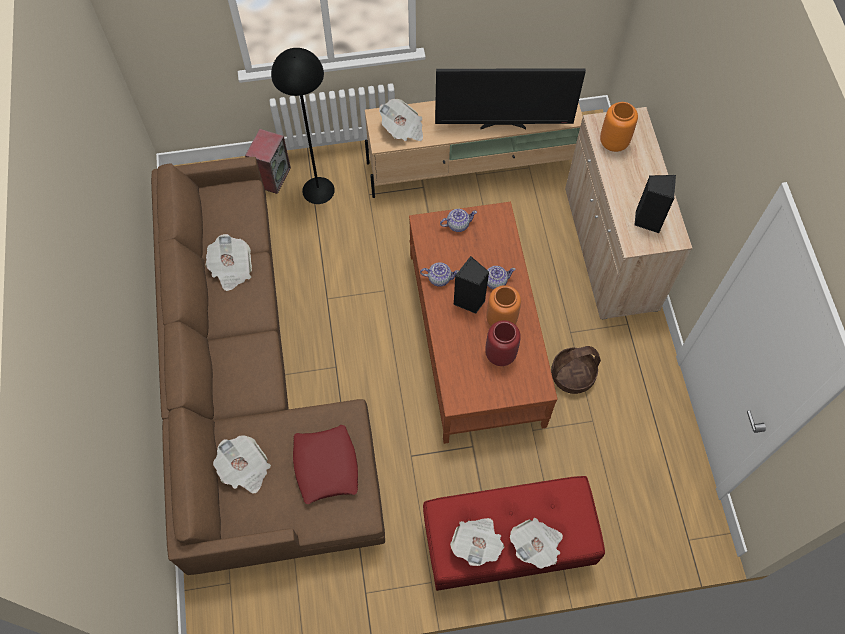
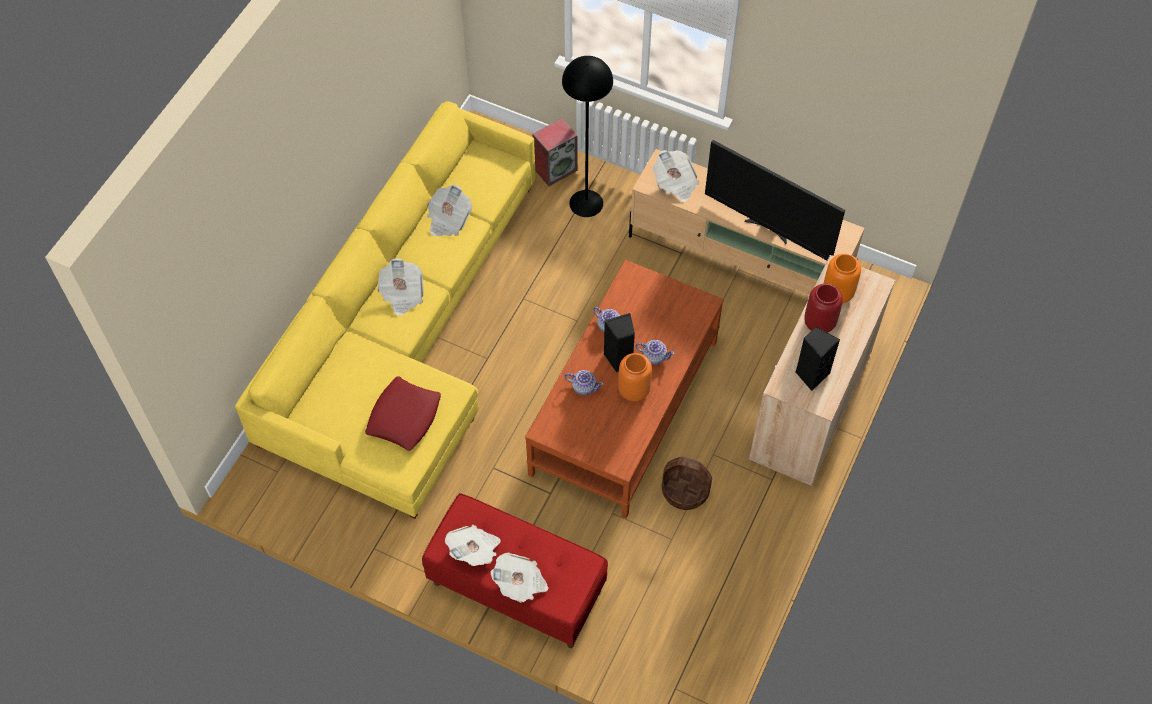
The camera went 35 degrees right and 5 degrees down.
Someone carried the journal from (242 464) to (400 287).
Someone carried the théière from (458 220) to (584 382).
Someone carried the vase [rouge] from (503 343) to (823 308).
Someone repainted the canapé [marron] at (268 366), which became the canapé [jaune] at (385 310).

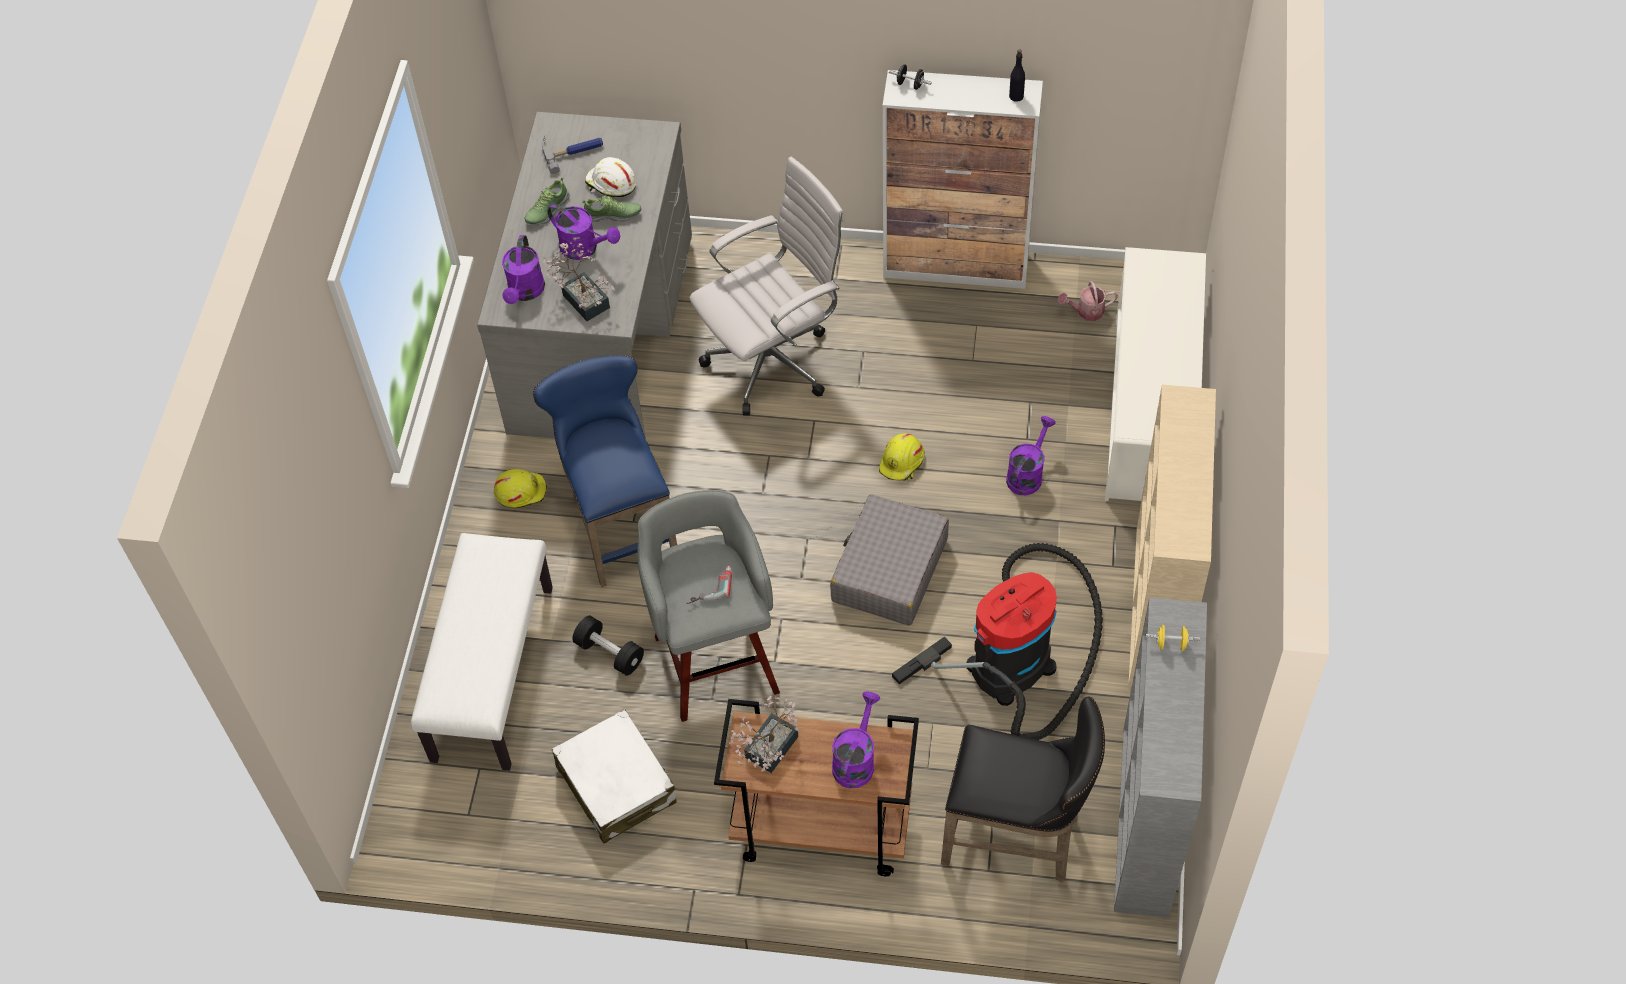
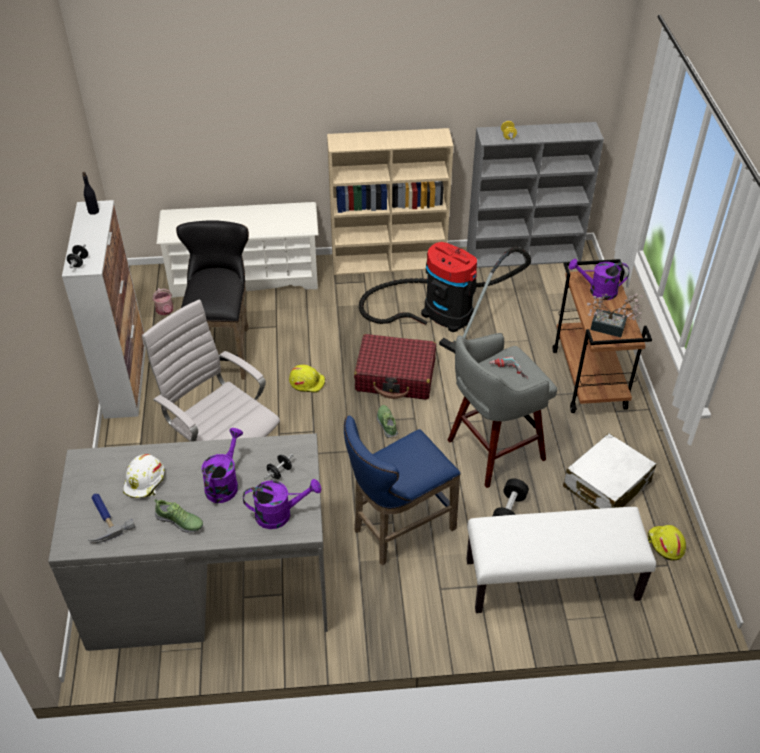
The camera went 105 degrees left and 10 degrees down.
Someone took away the arrosoir [violet] at (1030 455).
Someone carried the casque de chantier [jaune] from (520 488) to (667 543).
Someone carried the chaussure from (611 209) to (387 421).
Someone carried the tabouret [noir] from (1023 789) to (212 300).
Someone swapped the plante en pot at (579 279) for the haltère [noir] at (279 467).
Someone repainted the valise [gris] at (889 560), which became the valise [rouge] at (395 367).

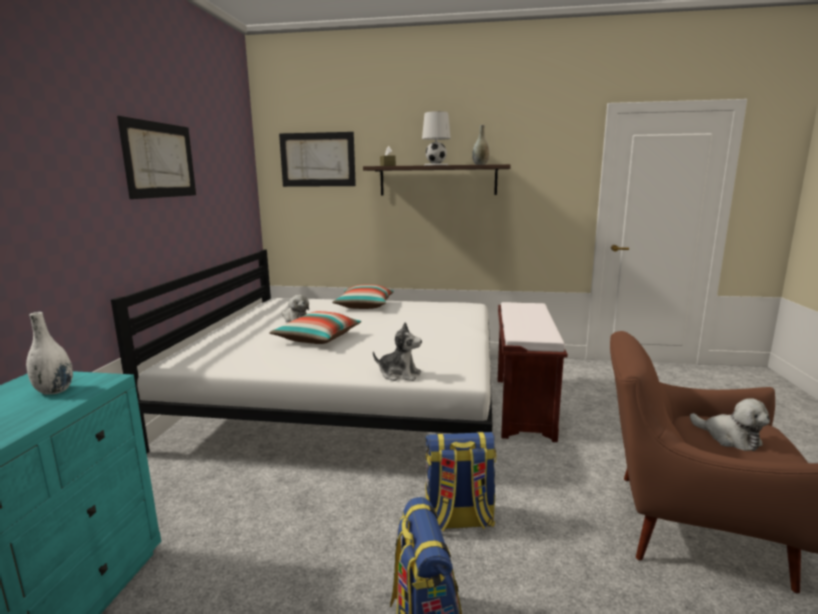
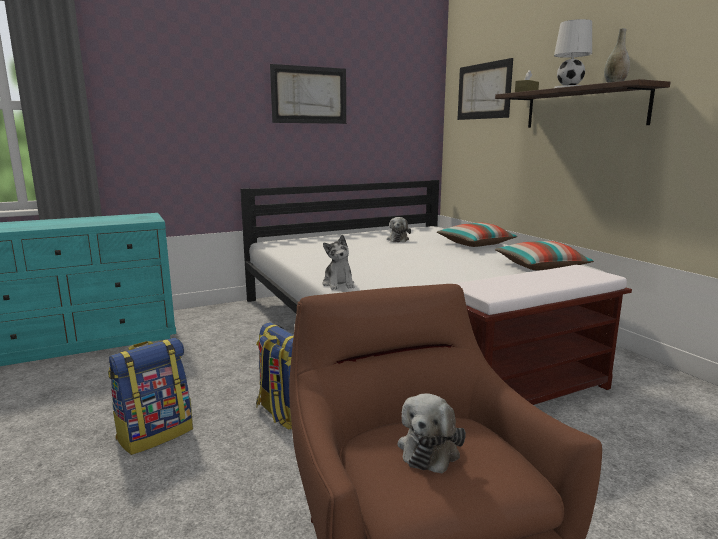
The camera went 55 degrees right and 0 degrees up.
Someone took away the vase [blanc] at (49 353).
Someone carried the coussin from (315 327) to (544 255).

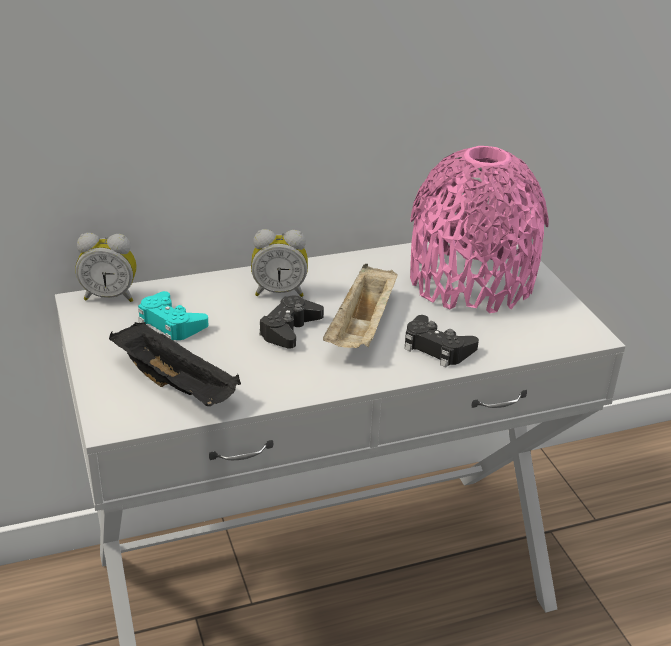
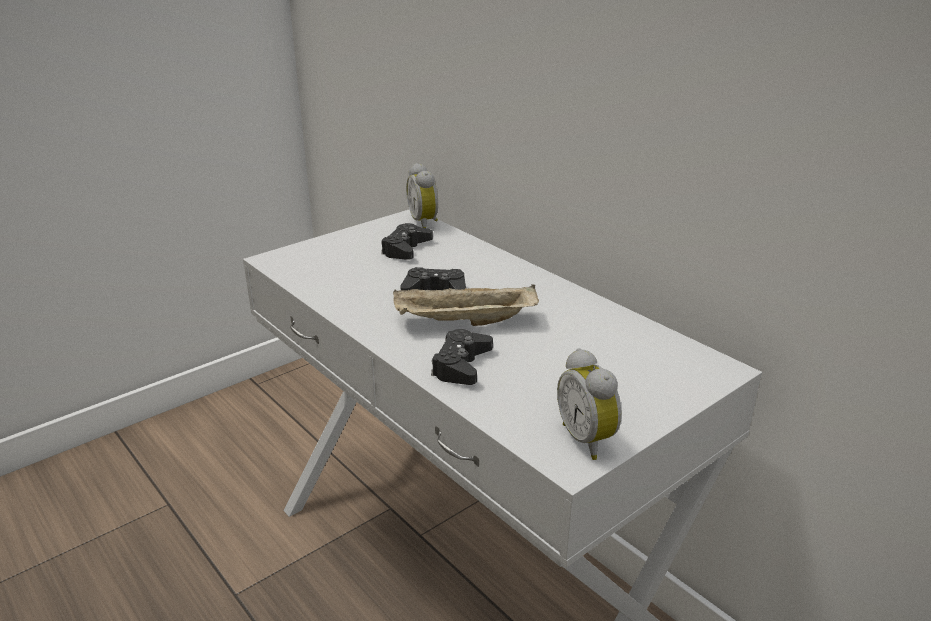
The camera went 70 degrees right and 5 degrees down.
Someone took away the plateau [noir] at (175 364).
Someone took away the vase [rose] at (479 229).
Someone carried the réveil from (279 263) to (589 404).
Someone repainted the manette [turquoise] at (173 315), which became the manette [noir] at (407 241).

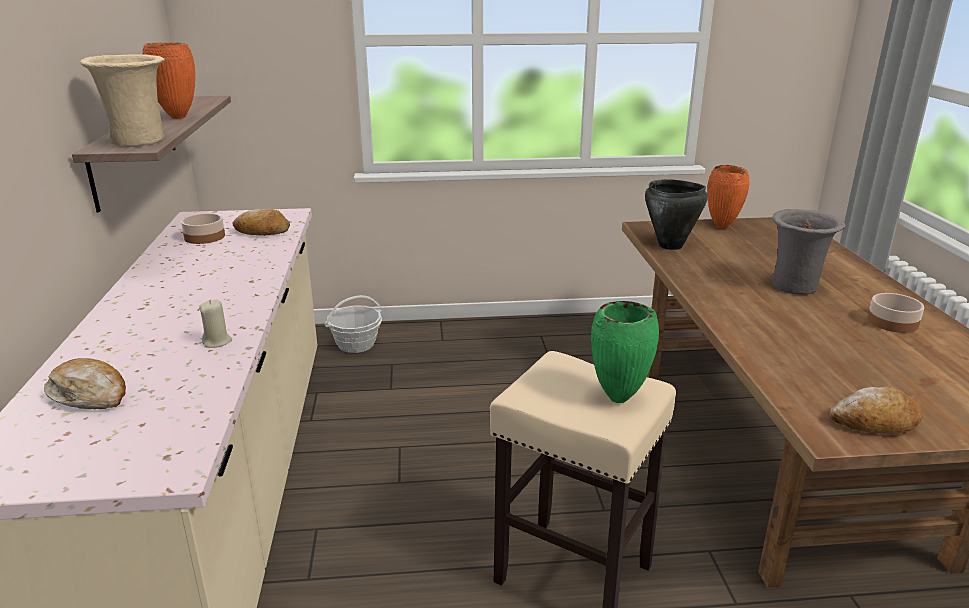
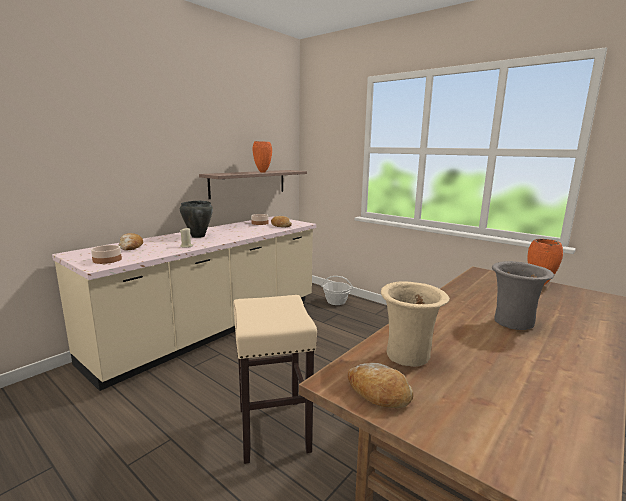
The camera went 45 degrees right and 10 degrees down.
Someone took away the vase [vert] at (625 352).
Someone carried the vase [beige] from (122 100) to (415 324).
Someone carried the marmite [noir] from (676 214) to (196 219).
Someone carried the bol from (896 313) to (106 254).

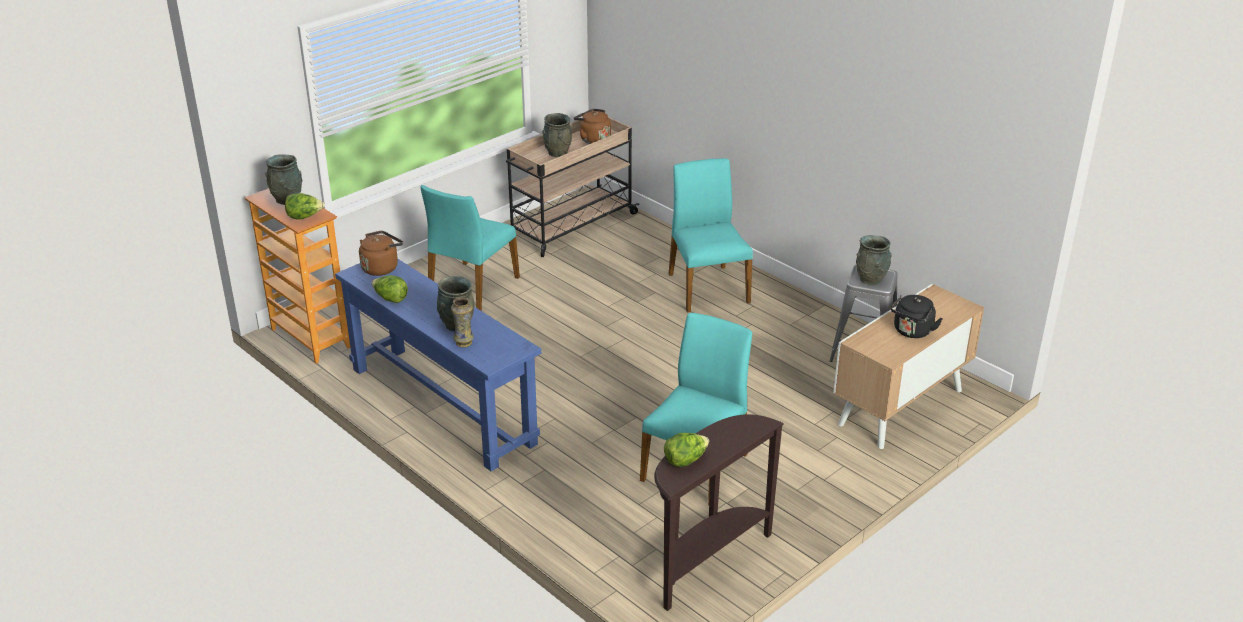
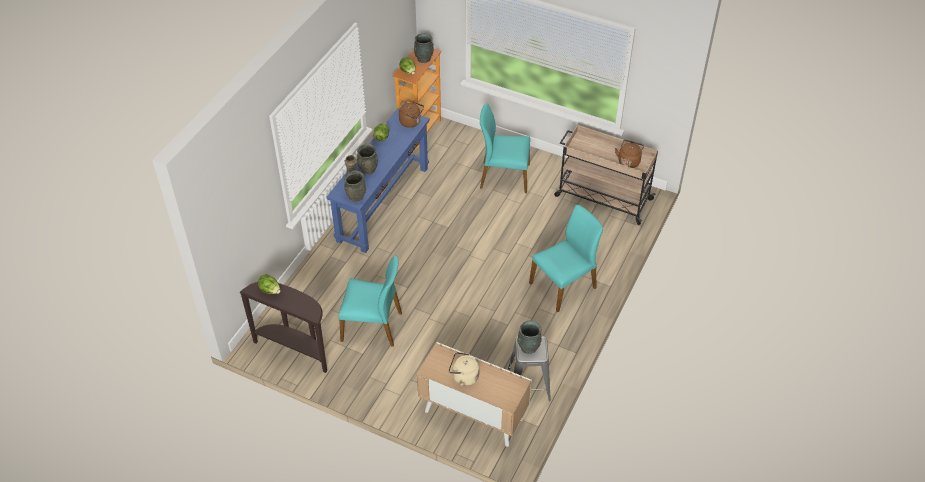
The camera went 70 degrees right and 15 degrees up.
Someone carried the vase [gris] from (557 135) to (355 186).
Someone repainted the bouilloire [noir] at (917 316), which became the bouilloire [beige] at (464 369).

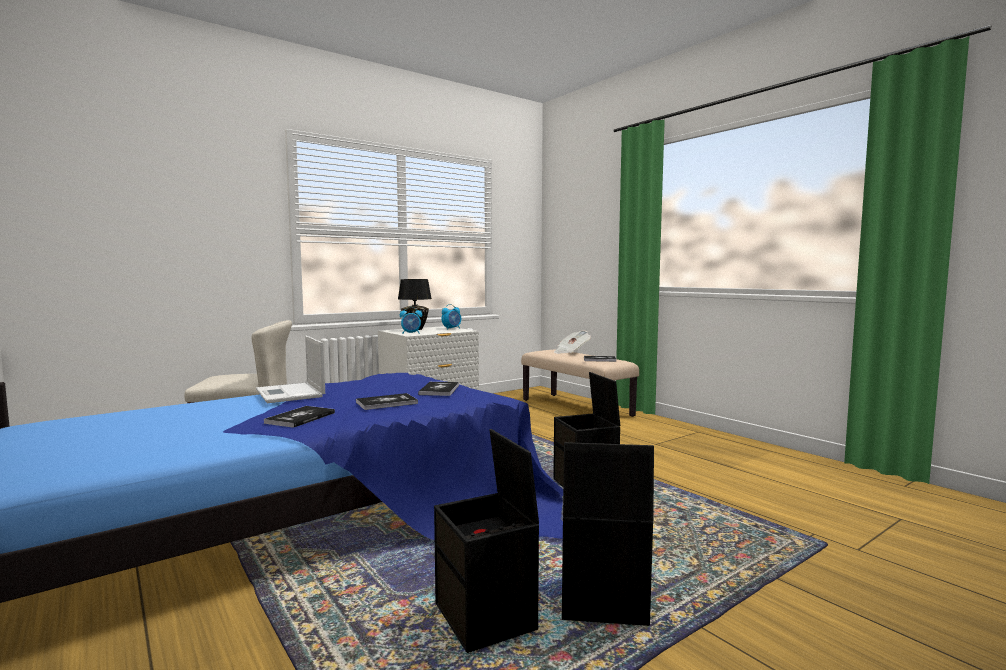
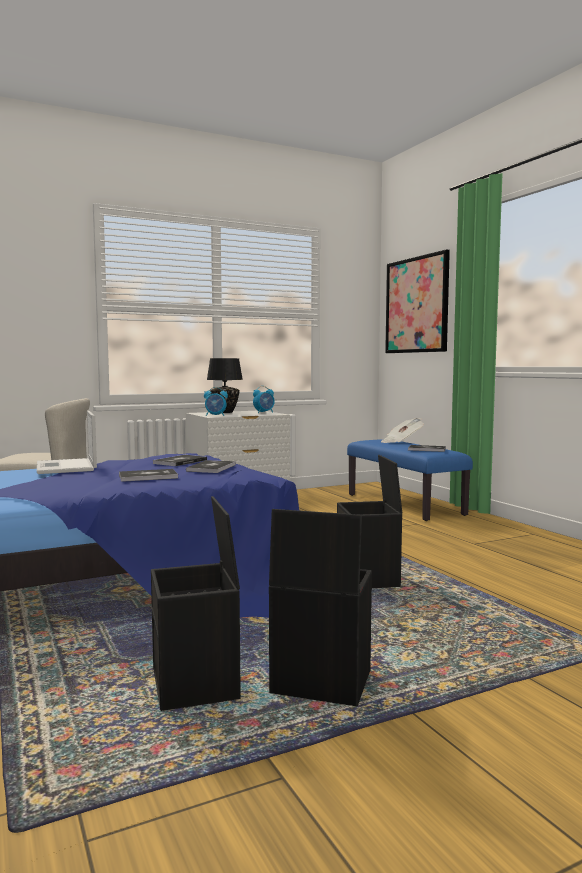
The camera went 10 degrees right and 0 degrees up.
Someone put up the tableau at (417 301).
Someone carried the livre from (299 417) to (180 460).
Someone repainted the banc [beige] at (580 383), which became the banc [bleu] at (410 480).

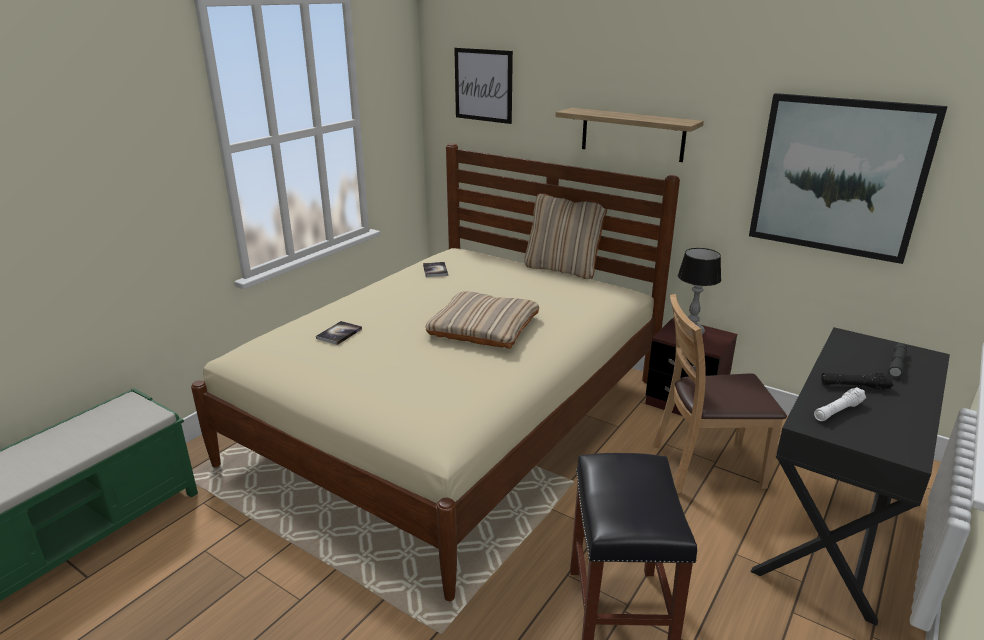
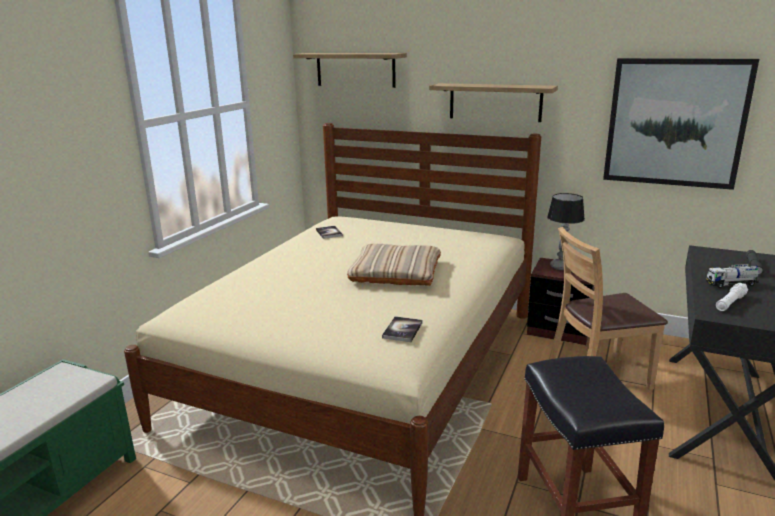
The camera went 10 degrees left and 5 degrees down.
Someone took away the coussin [beige] at (565 236).
Someone carried the livre from (339 333) to (402 329).
Someone swapped the tableau at (483 86) for the étagère at (350 70).
Someone swapped the lampe de poche [noir] at (857 381) for the camion jouet at (732 276).

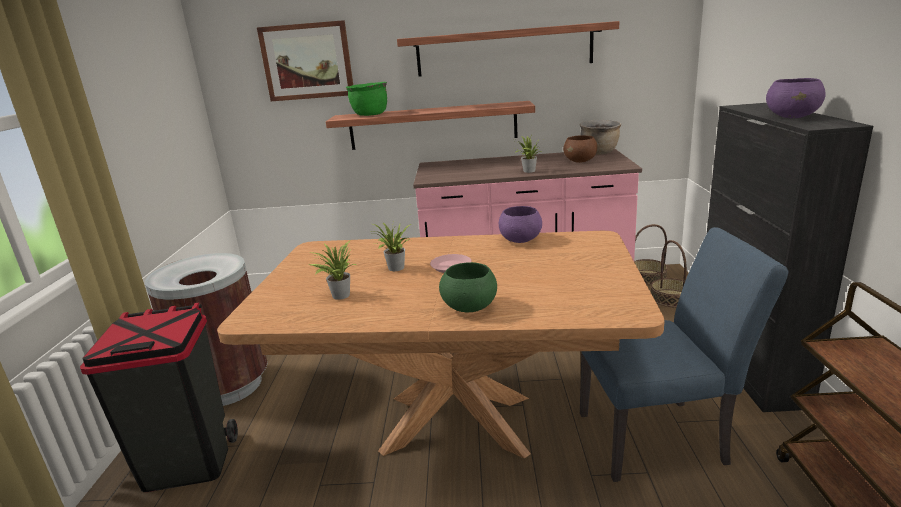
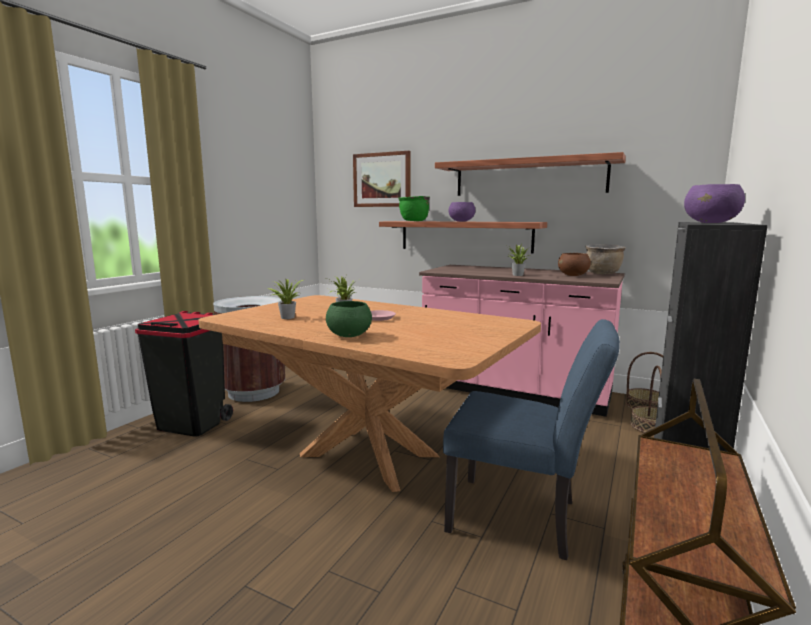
The camera went 25 degrees right and 10 degrees down.
Someone carried the bol [violet] from (520 224) to (461 212).

